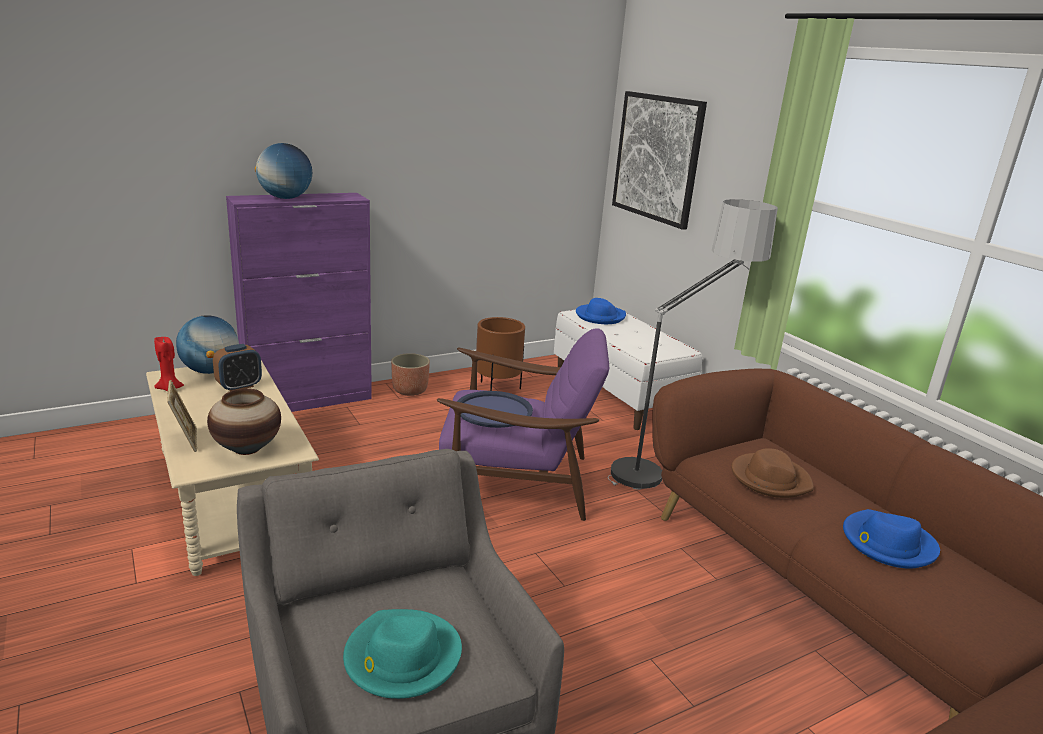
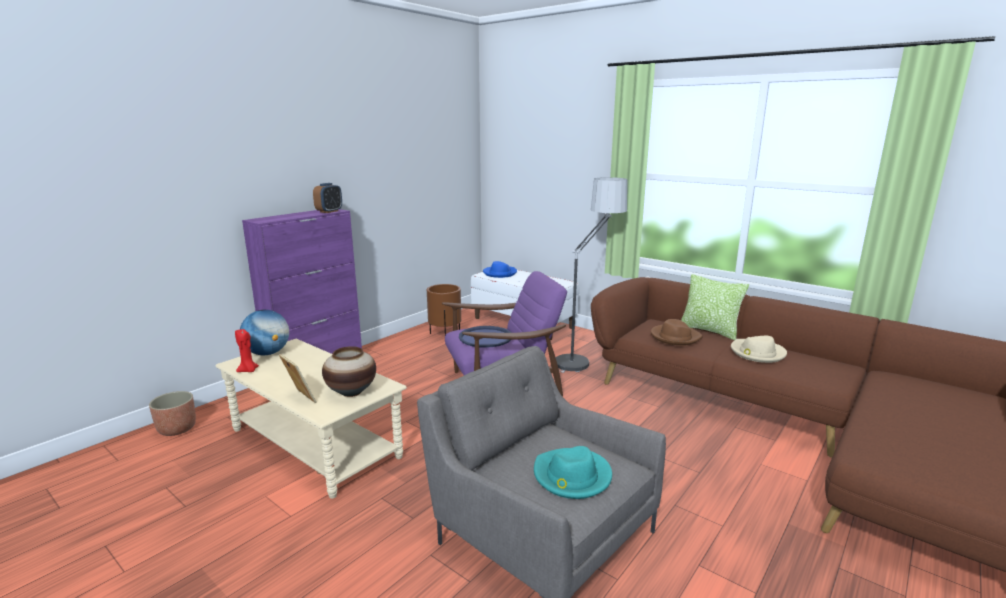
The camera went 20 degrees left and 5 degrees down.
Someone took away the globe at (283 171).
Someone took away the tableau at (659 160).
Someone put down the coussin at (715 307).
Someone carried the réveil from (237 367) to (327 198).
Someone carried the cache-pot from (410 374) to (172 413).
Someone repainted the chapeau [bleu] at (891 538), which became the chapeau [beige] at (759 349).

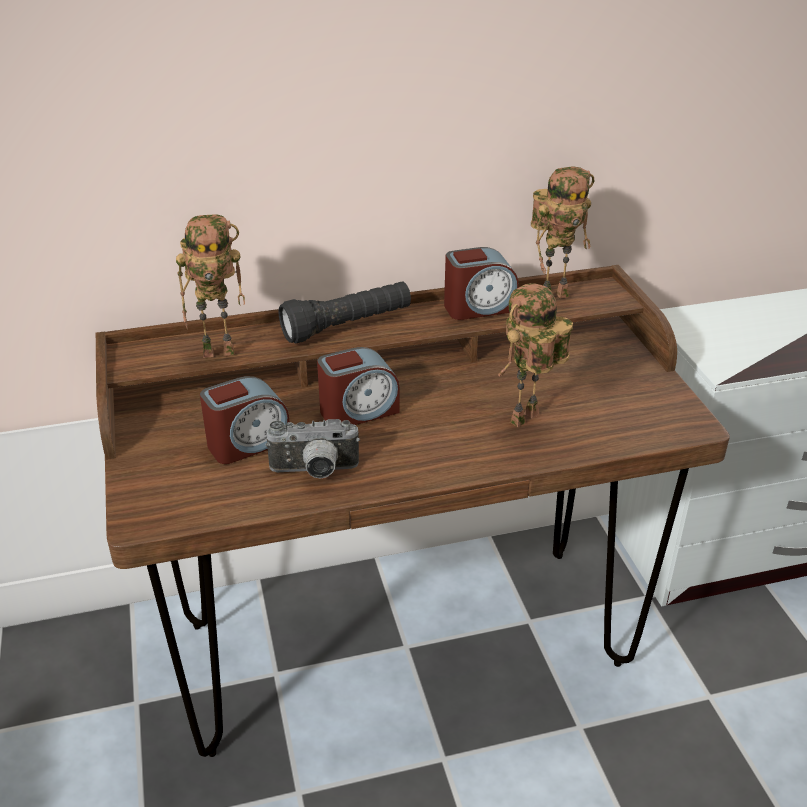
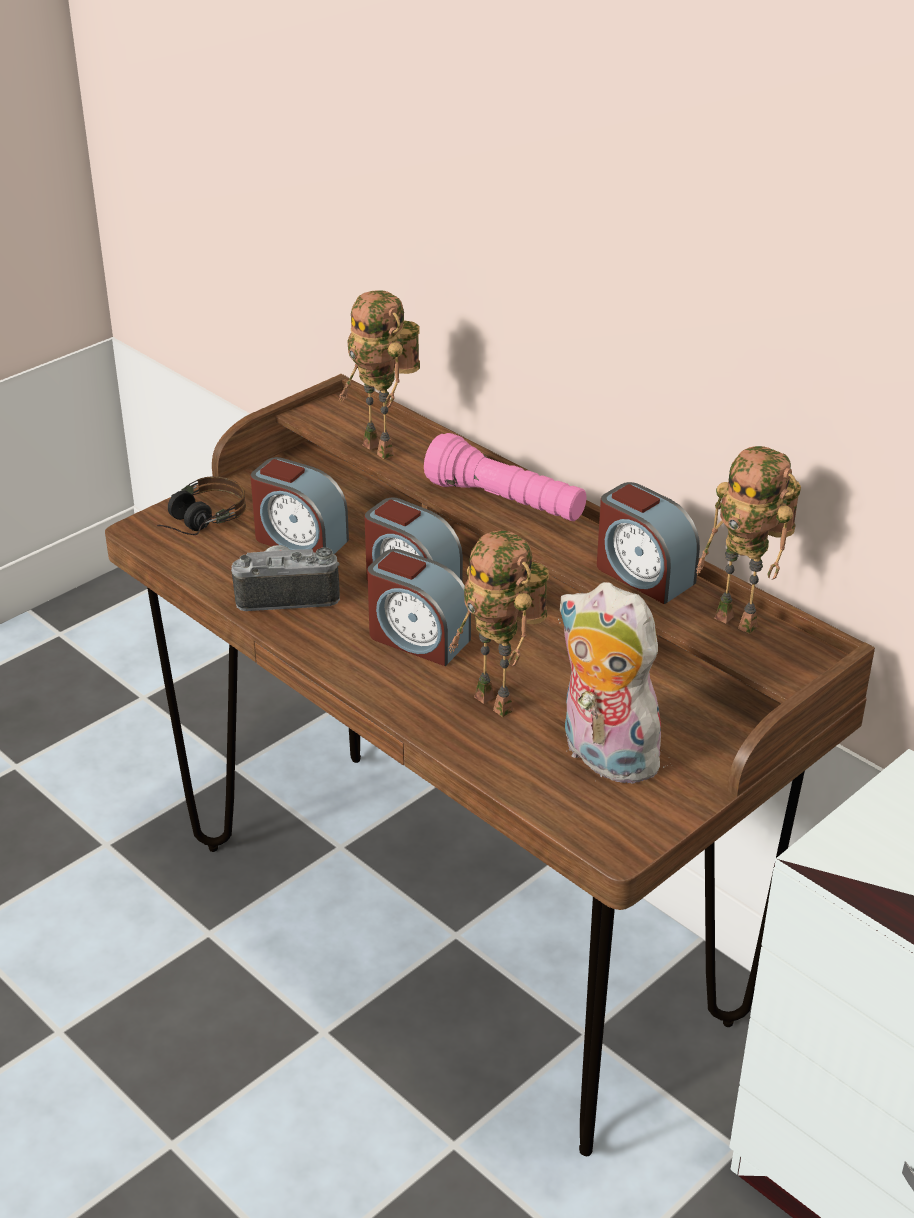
The camera went 60 degrees right and 0 degrees up.
Someone put down the casque audio at (201 505).
Someone put down the réveil at (419 607).
Someone put down the peluche at (614 683).
Someone repainted the lampe de poche [noir] at (345 312), which became the lampe de poche [rose] at (505 477).
Someone rotated the appareil photo at (312 449) by 120 degrees clockwise.
Someone rotated the robot jouet at (535 355) by 150 degrees counterclockwise.

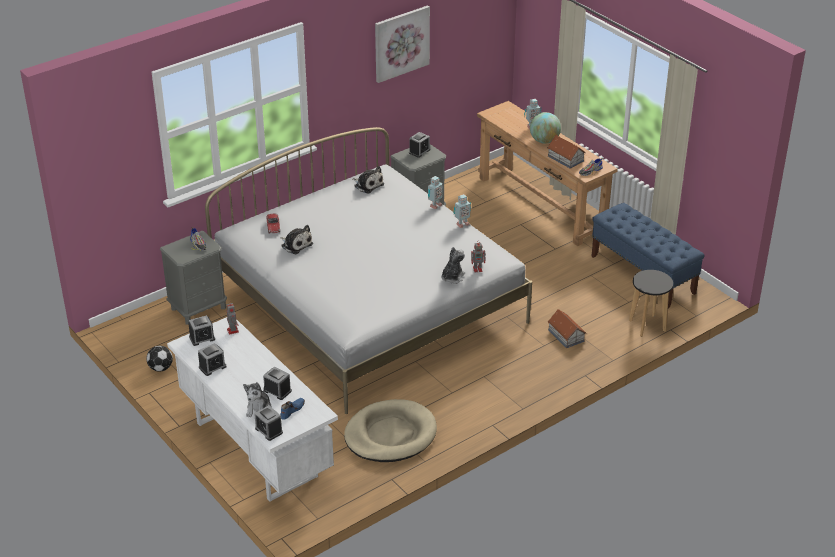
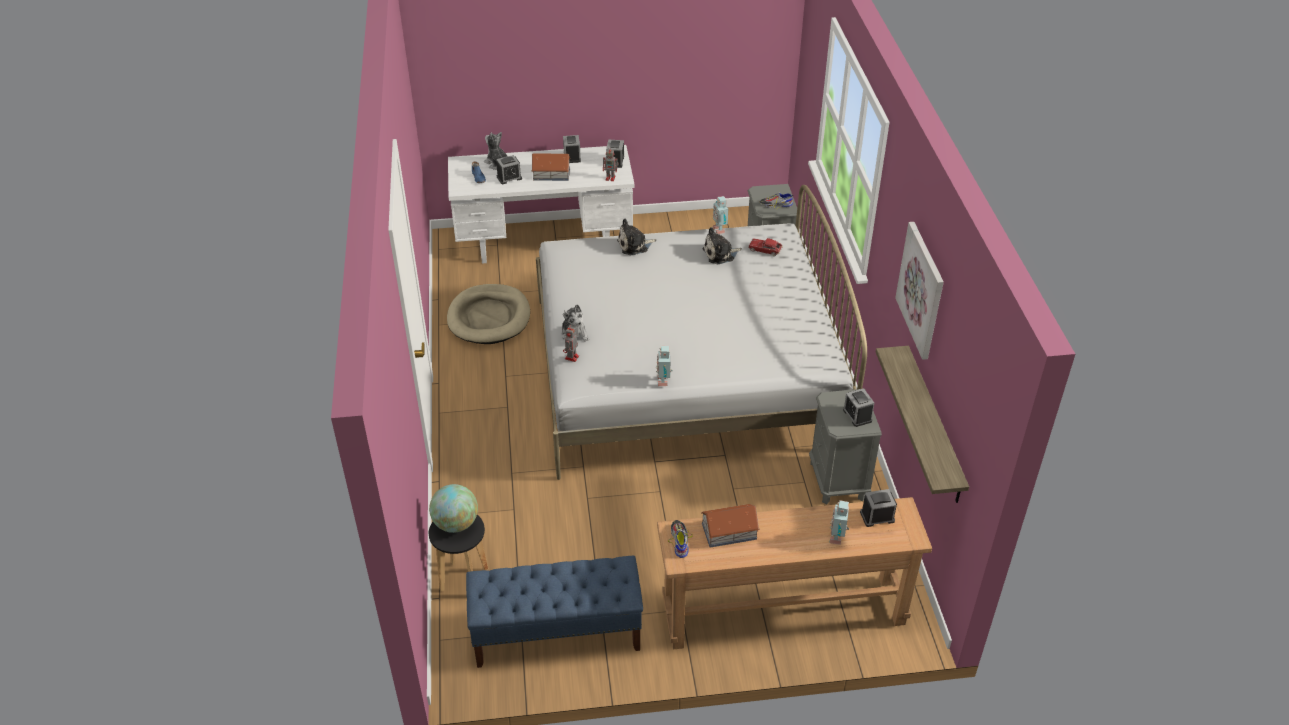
The camera went 120 degrees right and 5 degrees up.
Someone took away the ballon de foot at (159 359).
Someone put up the étagère at (922 424).
Someone carried the réveil from (268 423) to (878 508).
Someone carried the peluche from (368 180) to (636 237).
Someone carried the robot jouet from (435 193) to (720 215).
Someone carried the globe from (545 128) to (453 508).
Someone carried the maison miniature from (567 328) to (550 167).

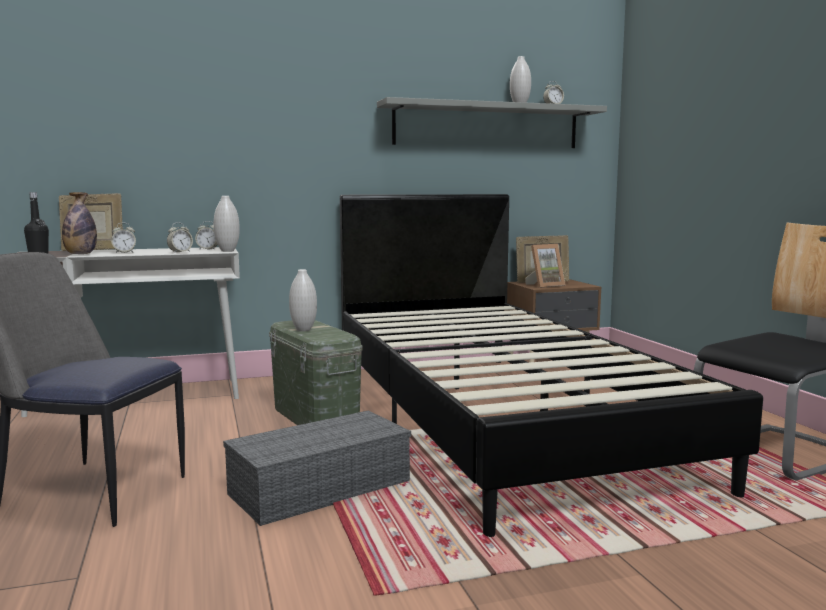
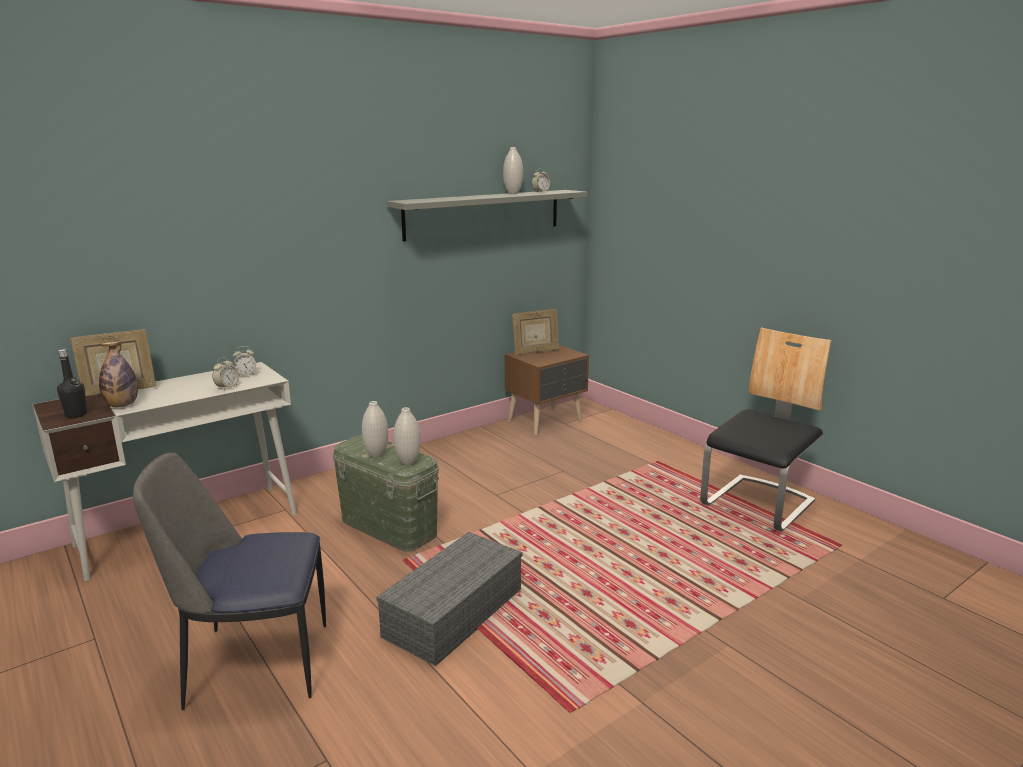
The camera went 20 degrees left and 10 degrees up.
Someone took away the réveil at (123 238).
Someone took away the lit [noir] at (551 365).
Someone took away the cadre photo at (545 266).
Someone carried the vase [blanc] from (227 224) to (407 436).

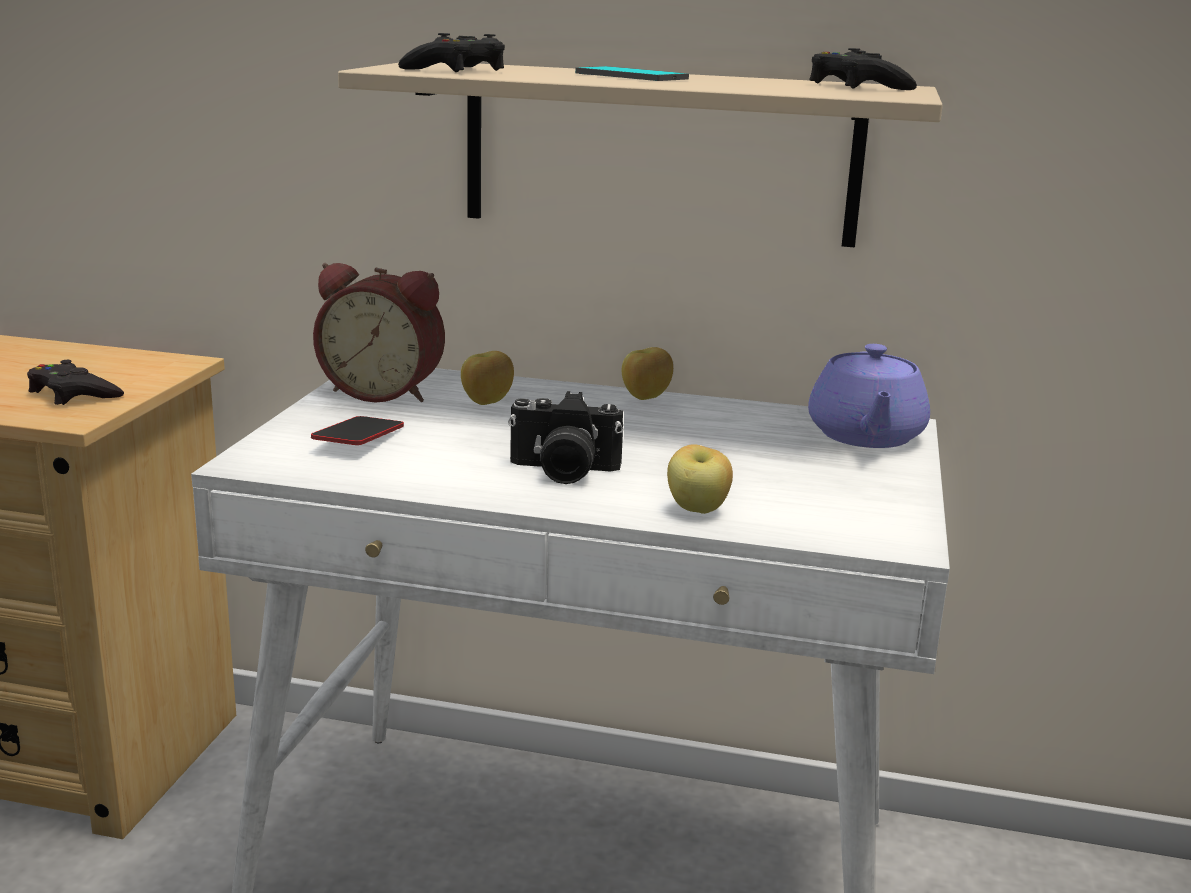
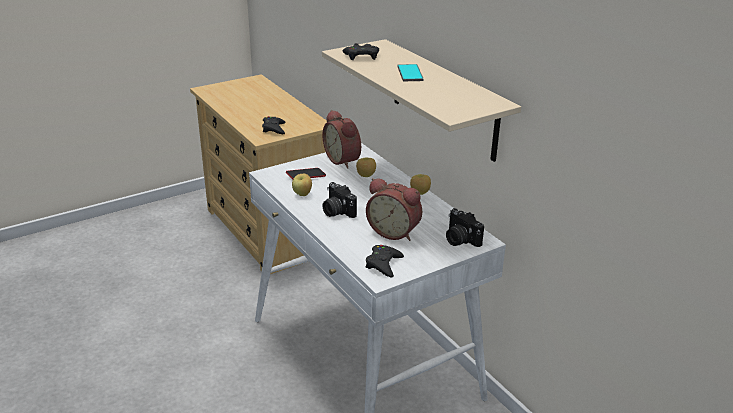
The camera went 45 degrees right and 10 degrees up.
Someone put down the réveil at (394 209).
Someone carried the pomme from (700 479) to (302 185).
Someone carried the manette [noir] from (863 69) to (385 261).
Someone swapped the théière [violet] at (869 396) for the appareil photo at (465 227).

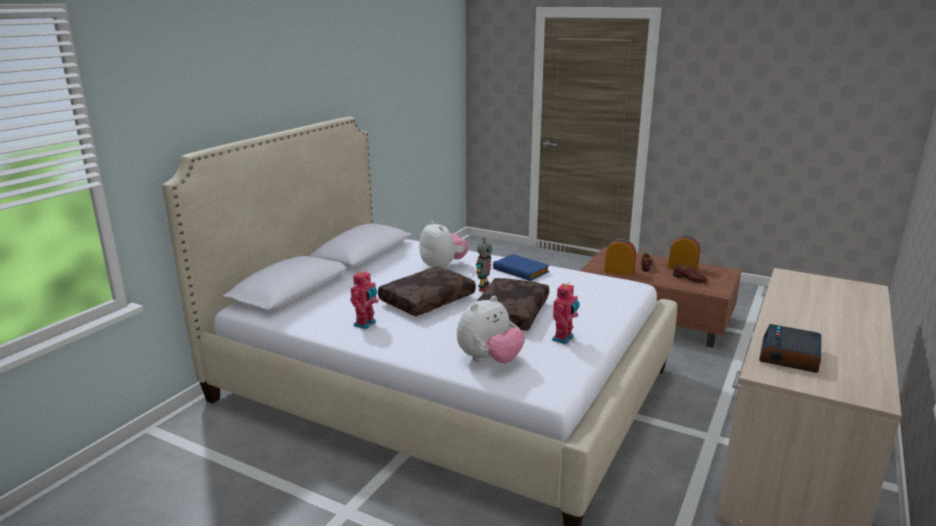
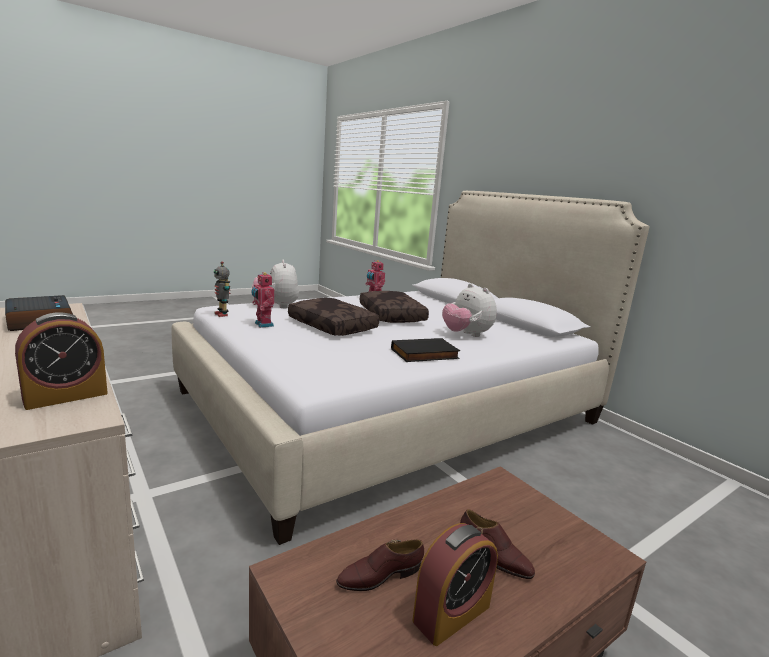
The camera went 115 degrees right and 5 degrees down.
Someone carried the robot jouet from (484 265) to (222 289).
Someone carried the réveil from (620 257) to (61 361).
Someone repainted the livre [bleu] at (521 267), which became the livre [noir] at (425 350).
Someone rotated the peluche at (443 244) by 60 degrees clockwise.

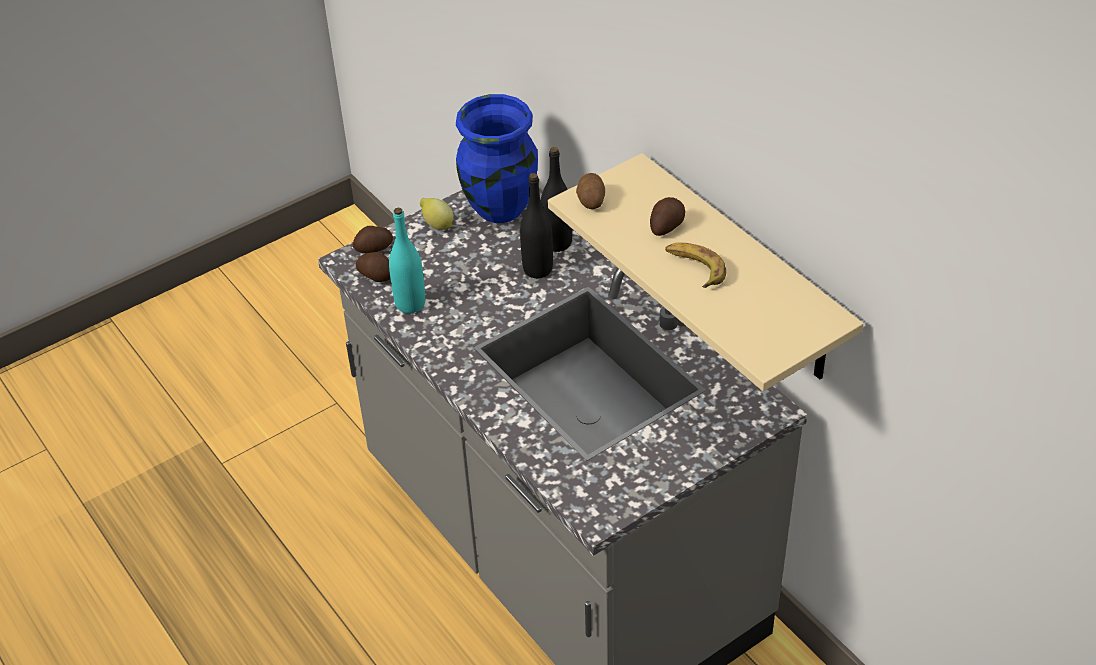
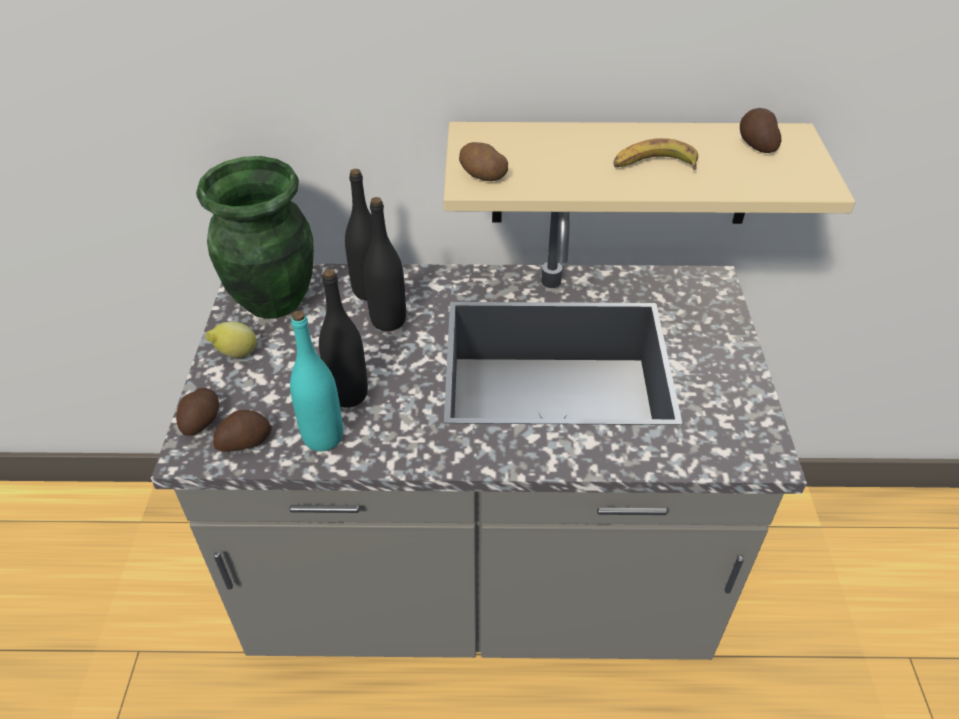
The camera went 55 degrees left and 0 degrees up.
Someone put down the bouteille [noir] at (343 338).
Someone carried the pomme de terre from (667 216) to (760 130).
Someone repainted the vase [bleu] at (497 158), which became the vase [vert] at (255 237).

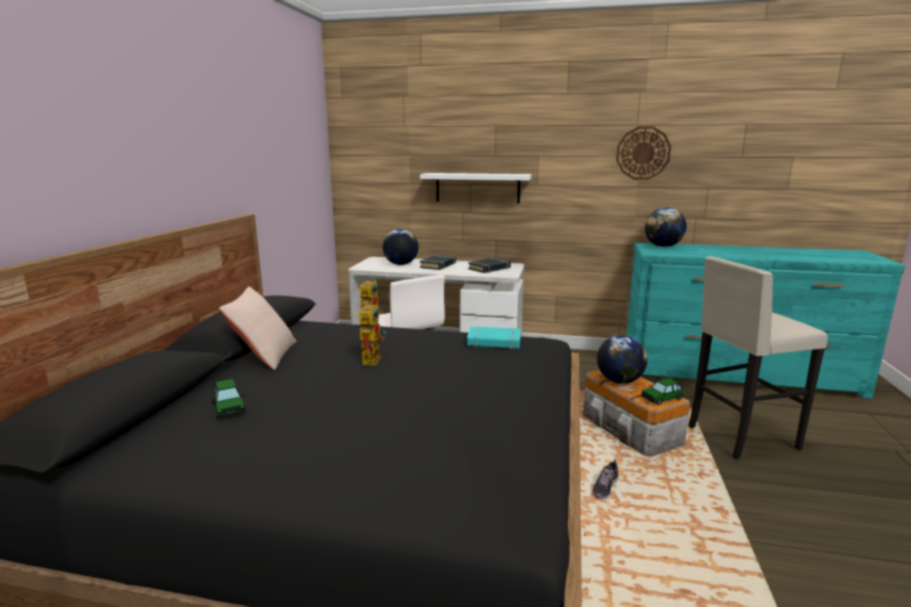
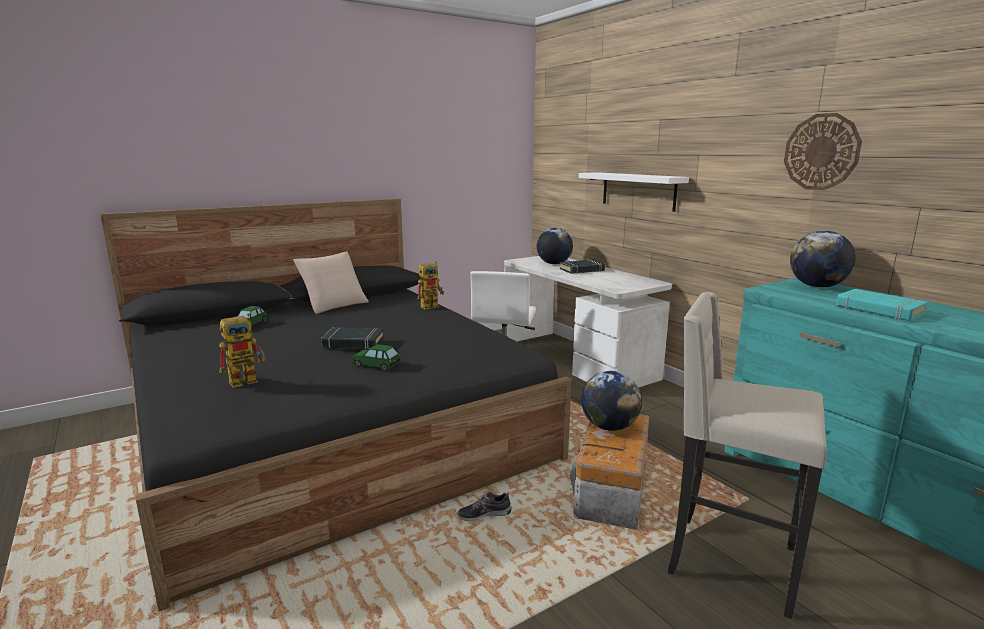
The camera went 45 degrees right and 0 degrees up.
Someone carried the robot jouet from (372 332) to (242 350).
Someone carried the livre [turquoise] from (494 337) to (882 305).
Someone carried the livre [noir] from (489 265) to (352 338).
Someone carried the petite voiture from (662 391) to (376 357).

